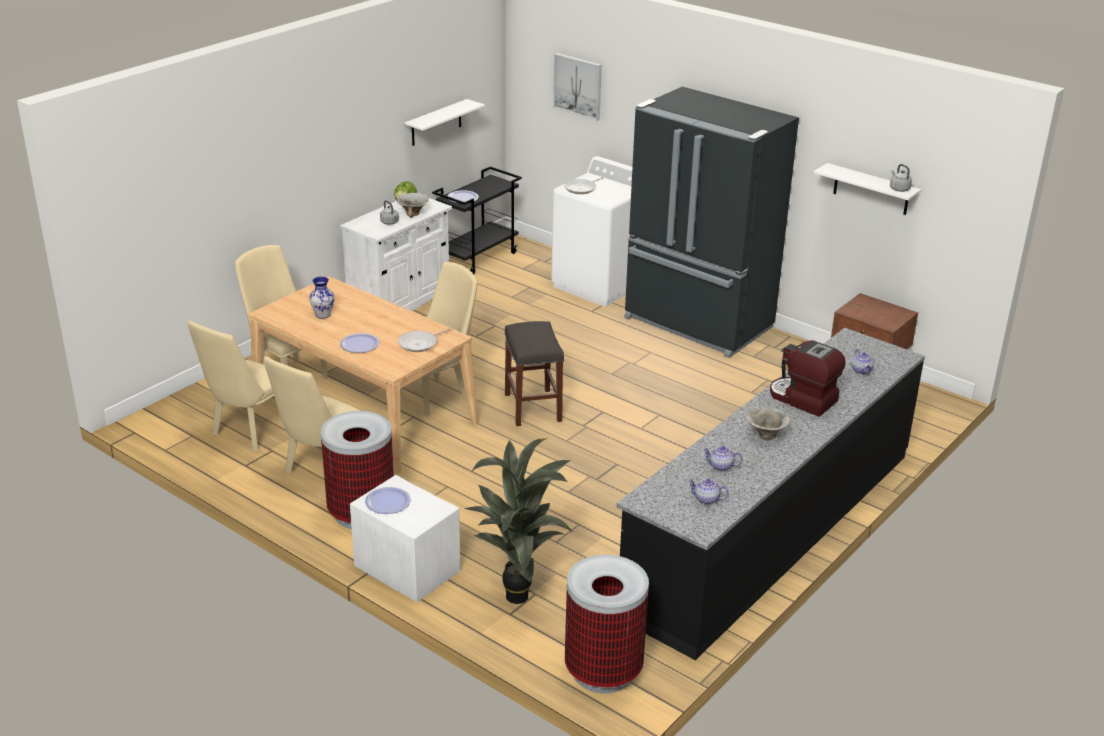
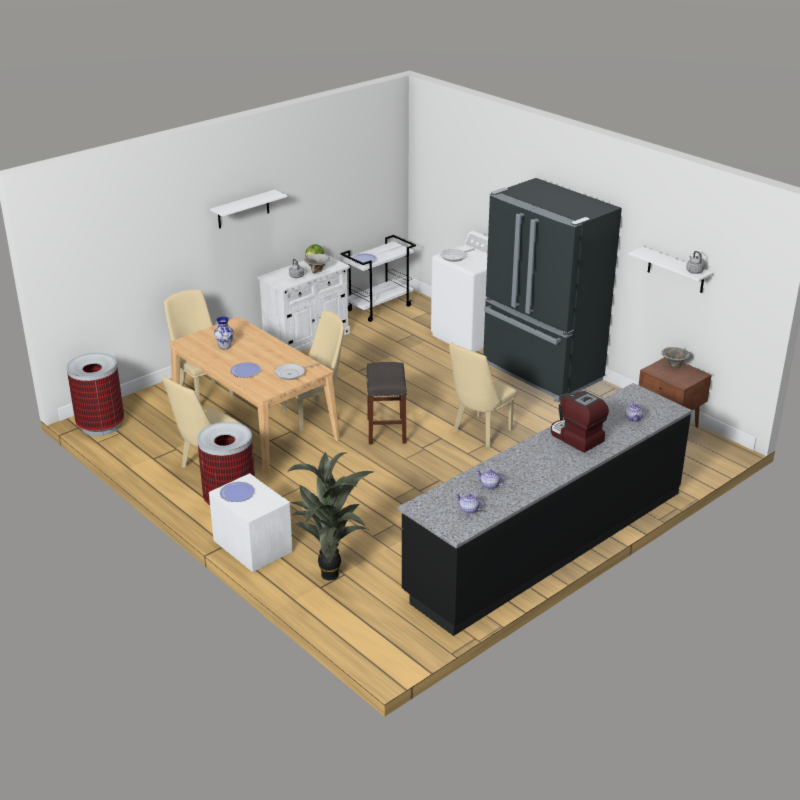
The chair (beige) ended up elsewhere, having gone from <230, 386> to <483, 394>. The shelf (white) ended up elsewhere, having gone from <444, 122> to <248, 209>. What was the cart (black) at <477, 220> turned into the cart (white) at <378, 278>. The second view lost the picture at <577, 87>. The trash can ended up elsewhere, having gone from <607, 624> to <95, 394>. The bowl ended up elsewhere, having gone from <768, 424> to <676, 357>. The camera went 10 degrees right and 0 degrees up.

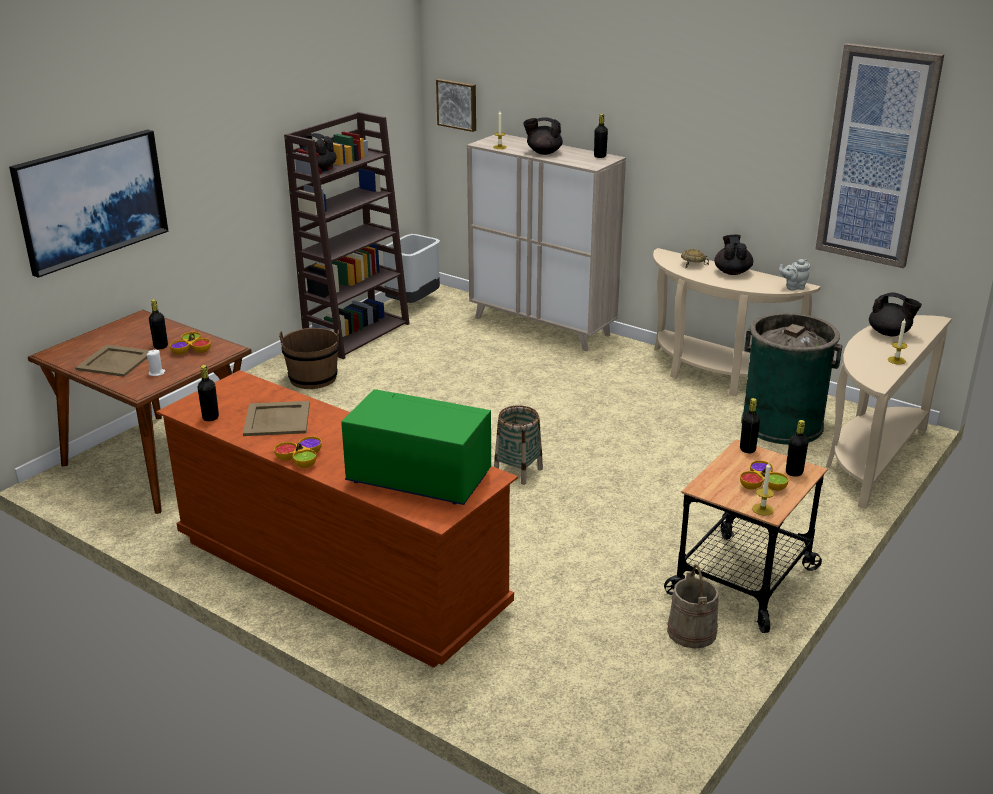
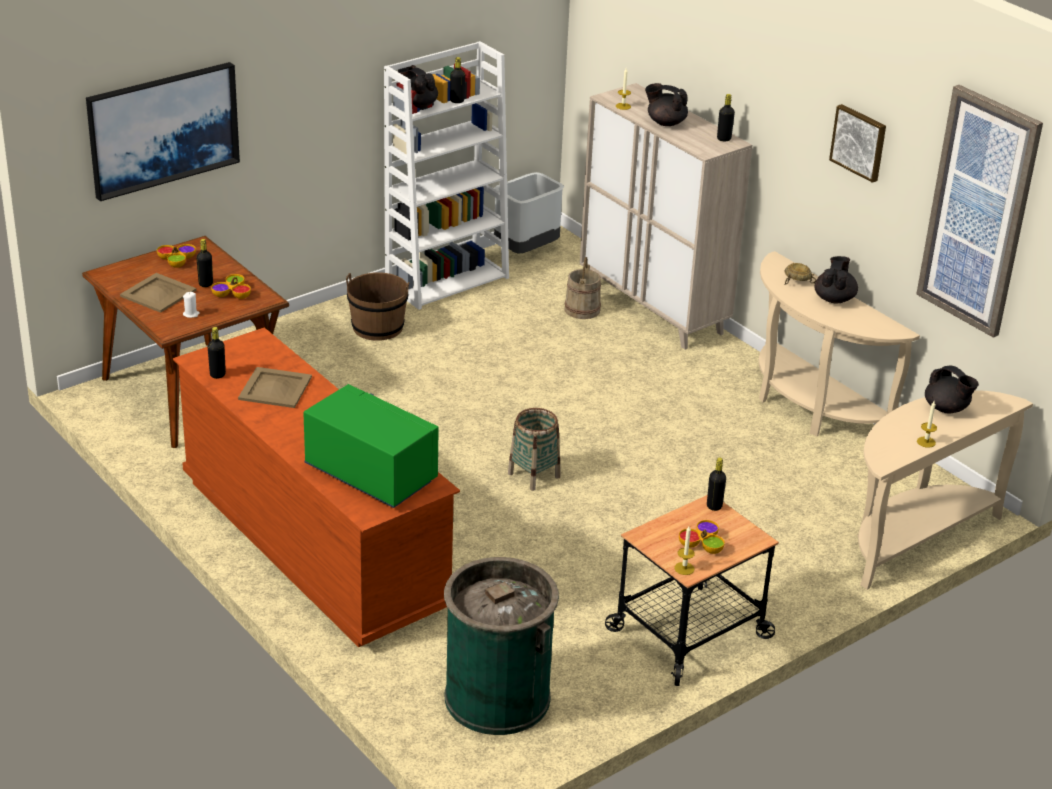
The bowl ended up elsewhere, having gone from <298, 452> to <176, 255>. What was the bookcase (brown) at <347, 235> turned into the bookcase (white) at <446, 175>. The picture ended up elsewhere, having gone from <456, 105> to <857, 143>. The bucket (beige) ended up elsewhere, having gone from <693, 606> to <582, 288>. The trash can (green) ended up elsewhere, having gone from <791, 379> to <501, 646>. The second view lost the teapot (grey) at <794, 275>. The bottle (black) ended up elsewhere, having gone from <797, 448> to <457, 80>. The camera went 15 degrees right and 5 degrees up.

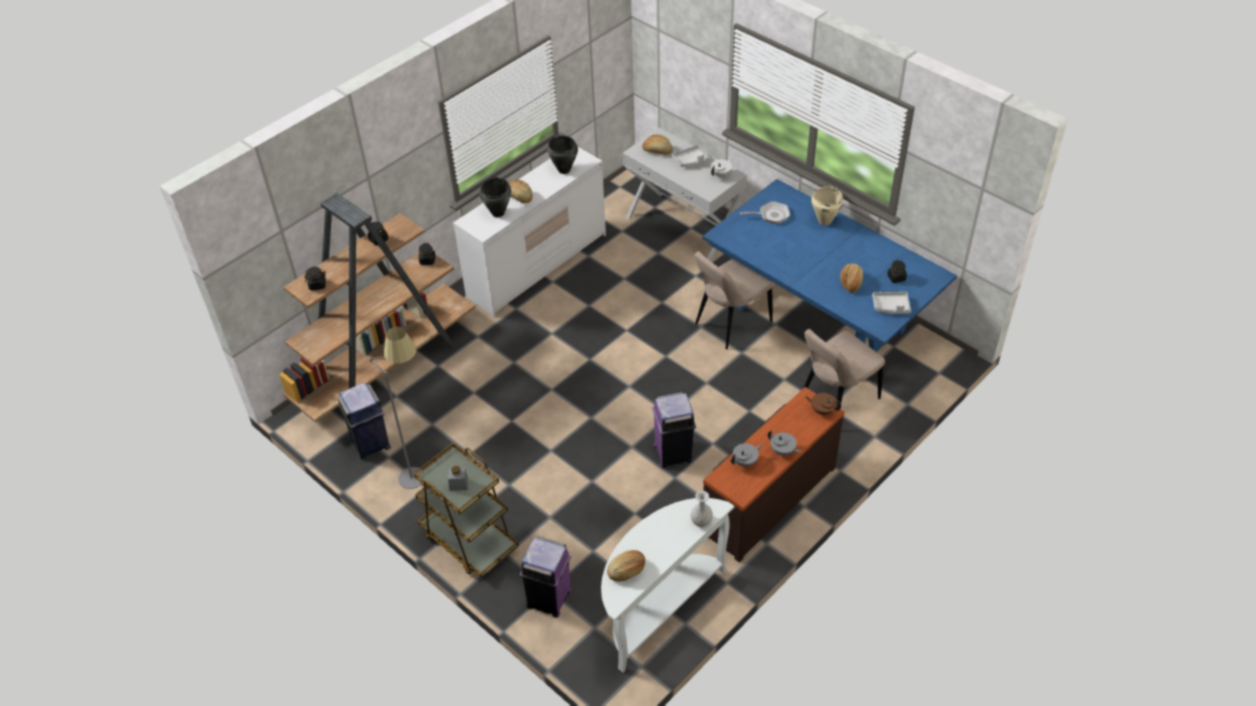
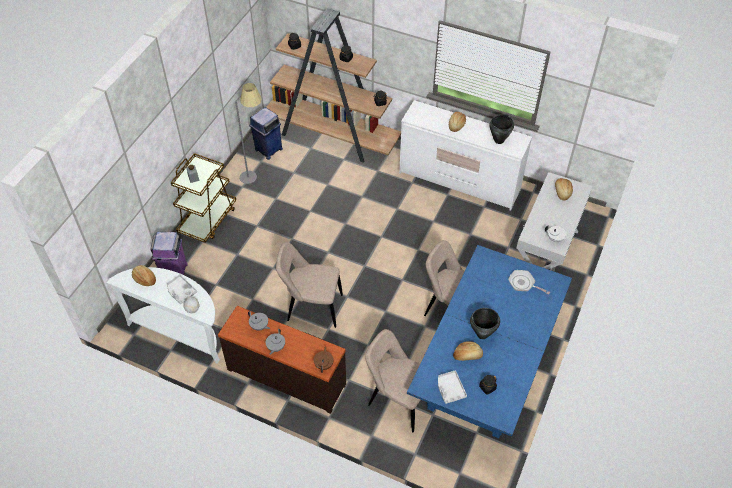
The cooking pot (black) ended up elsewhere, having gone from <495, 197> to <485, 323>. Where the trash can (purple) stood at <674, 430>, the chair (beige) came to stand at <309, 285>. The tray (grey) ended up elsewhere, having gone from <691, 156> to <181, 289>. The frying pan at <765, 212> ended up facing another way, 150 degrees clockwise from before. The second view lost the cooking pot (beige) at <827, 206>. The camera went 70 degrees right and 5 degrees up.

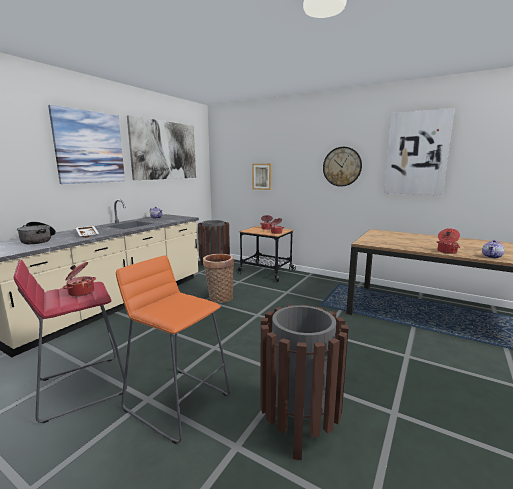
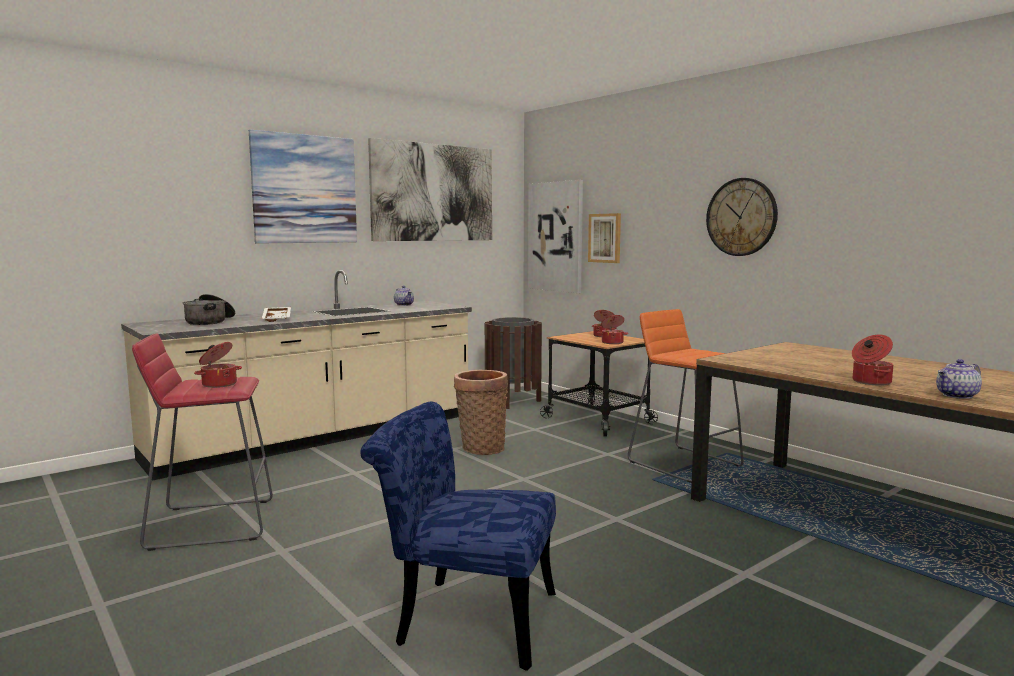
The stool (orange) ended up elsewhere, having gone from <173, 349> to <686, 396>. Where the trash can (brown) stood at <304, 382>, the chair (blue) came to stand at <458, 536>. The picture ended up elsewhere, having gone from <419, 151> to <555, 236>. The camera went 20 degrees right and 5 degrees down.

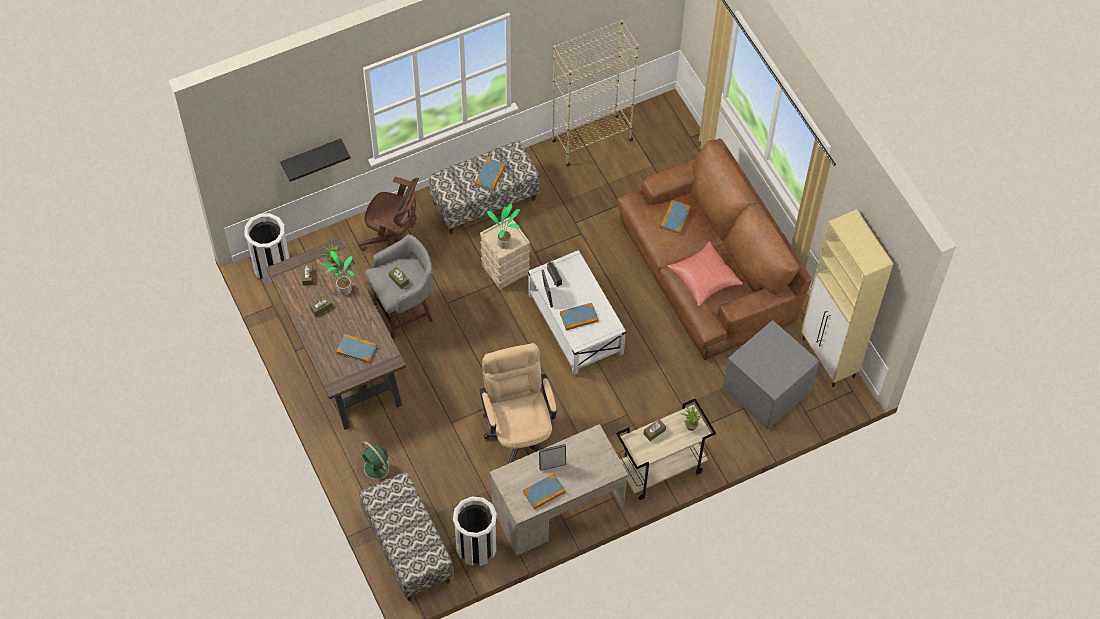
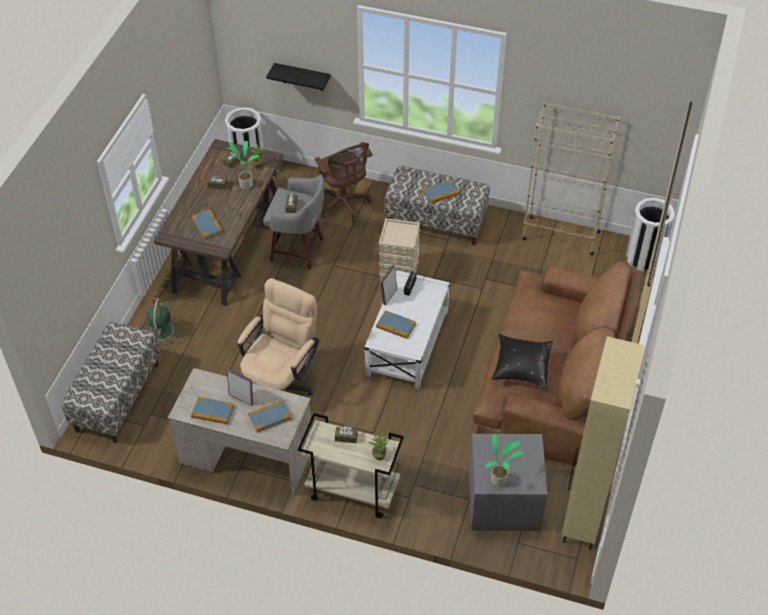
The trash can (white) ended up elsewhere, having gone from <475, 531> to <650, 234>. The potted plant ended up elsewhere, having gone from <503, 226> to <504, 460>. The book ended up elsewhere, having gone from <675, 217> to <270, 416>. What was the pillow (red) at <705, 273> turned into the pillow (black) at <522, 362>. The camera went 45 degrees right and 10 degrees down.

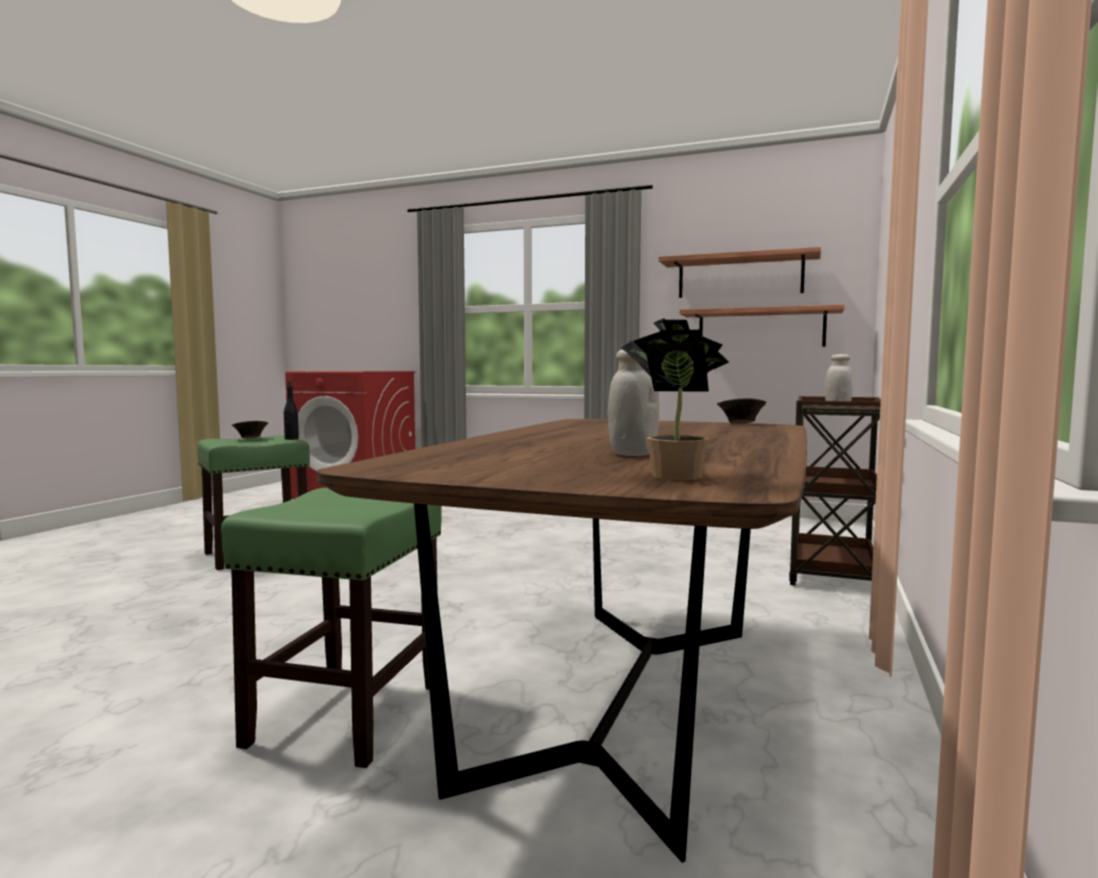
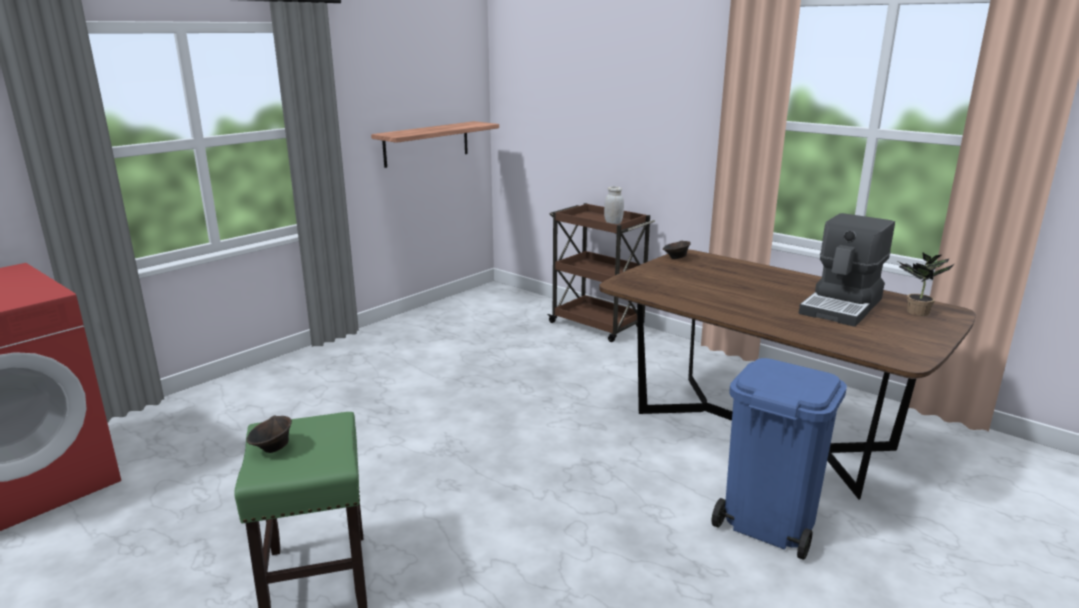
Where the stool (green) stood at <331, 627>, the trash can (blue) came to stand at <779, 459>. The second view lost the bottle (black) at <291, 410>. Where the jar (white) stood at <633, 403>, the coffee machine came to stand at <847, 270>. The second view lost the shelf at <740, 272>. The camera went 70 degrees left and 15 degrees up.

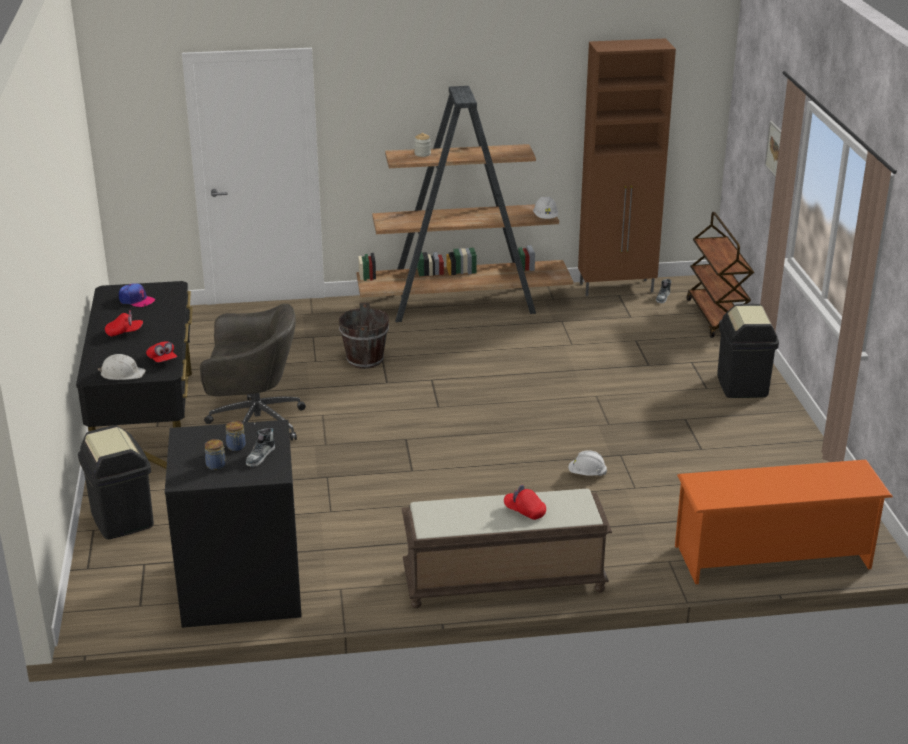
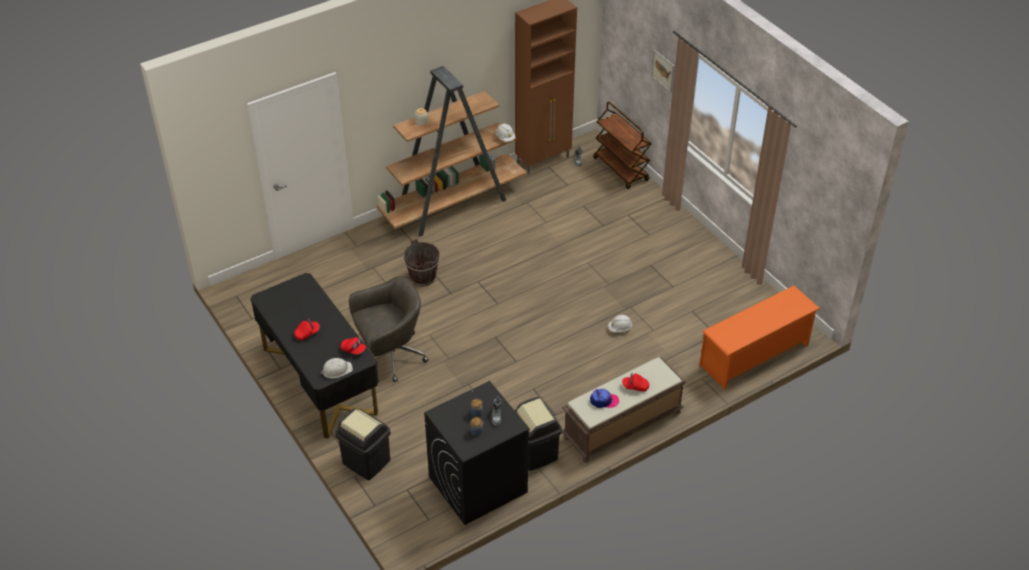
The cap ended up elsewhere, having gone from <137, 295> to <604, 398>. The trash can (black) ended up elsewhere, having gone from <748, 351> to <538, 434>. The camera went 25 degrees left and 15 degrees up.

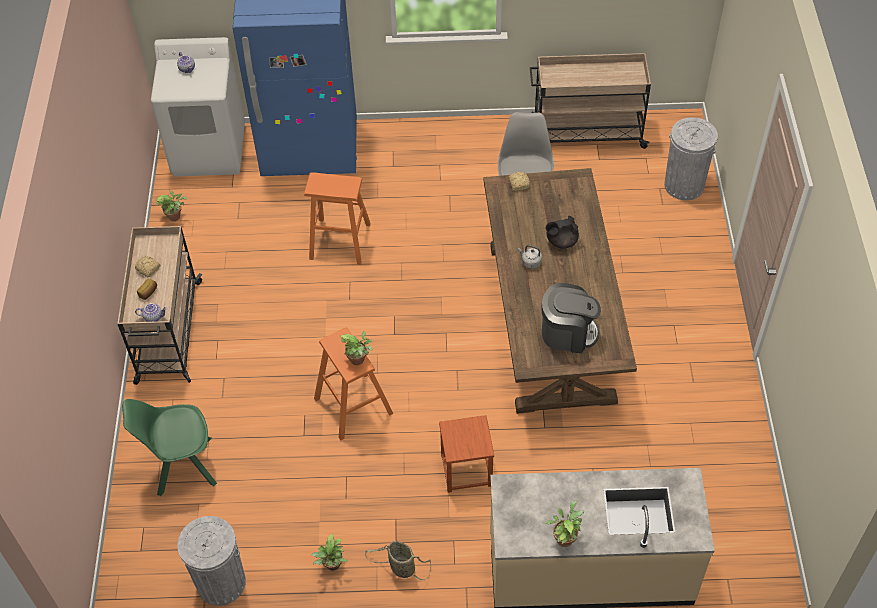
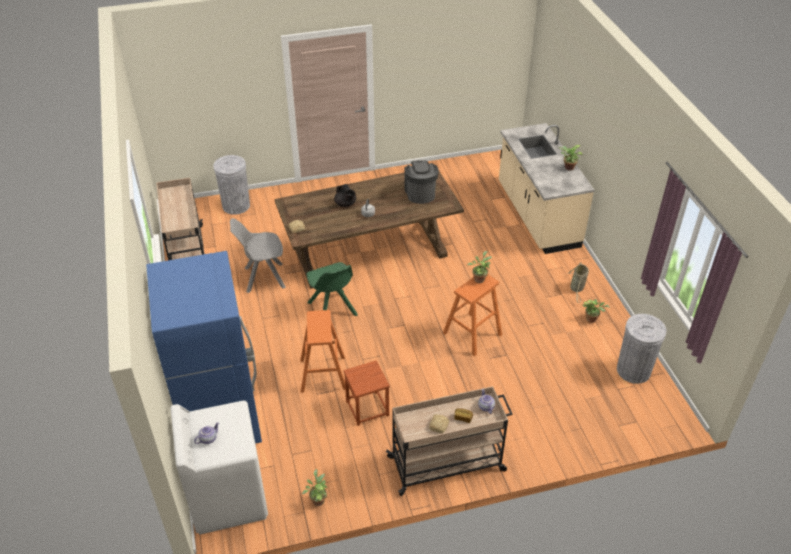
The chair (green) ended up elsewhere, having gone from <169, 447> to <332, 289>. The stool (brown) ended up elsewhere, having gone from <466, 454> to <366, 393>. The camera went 105 degrees left and 10 degrees down.

